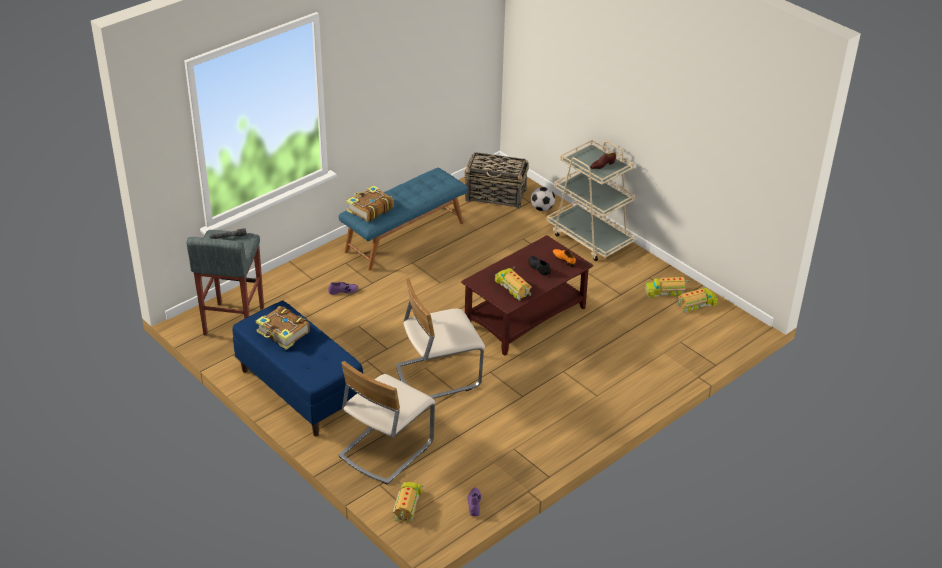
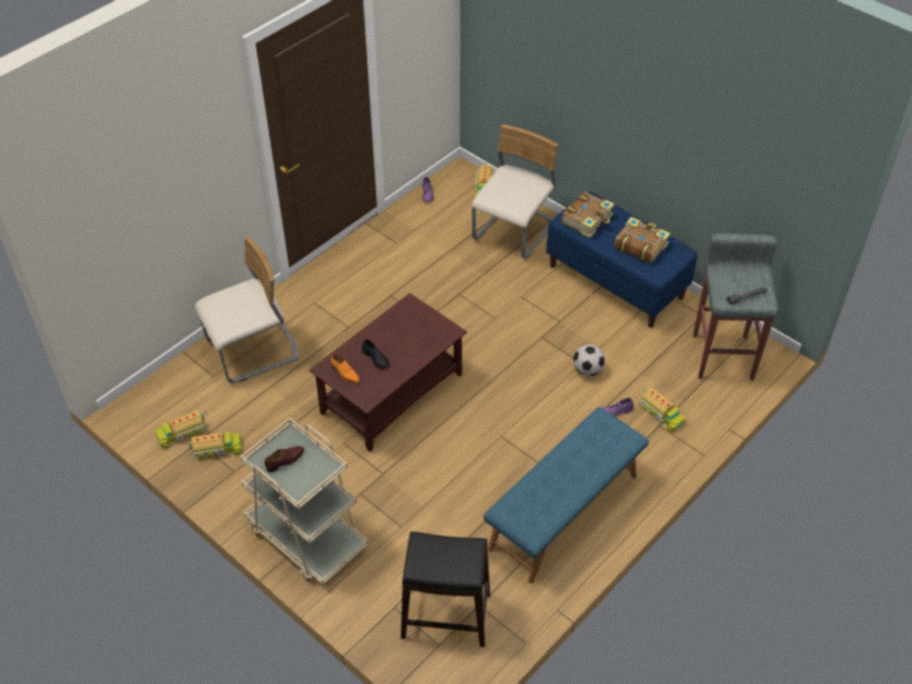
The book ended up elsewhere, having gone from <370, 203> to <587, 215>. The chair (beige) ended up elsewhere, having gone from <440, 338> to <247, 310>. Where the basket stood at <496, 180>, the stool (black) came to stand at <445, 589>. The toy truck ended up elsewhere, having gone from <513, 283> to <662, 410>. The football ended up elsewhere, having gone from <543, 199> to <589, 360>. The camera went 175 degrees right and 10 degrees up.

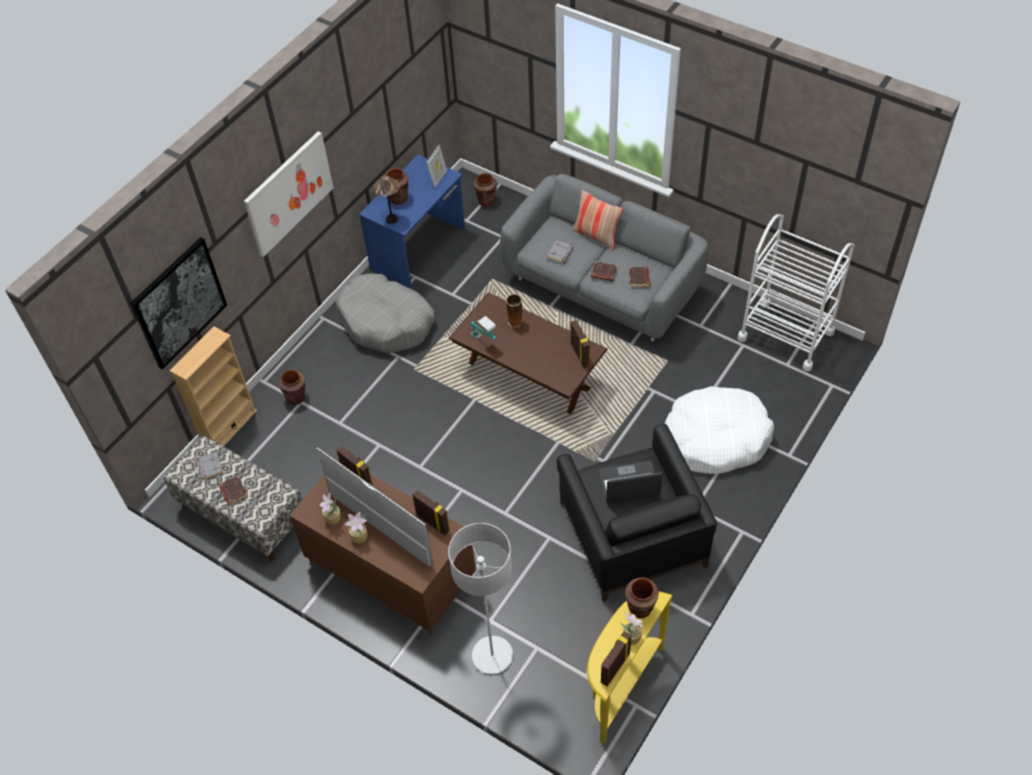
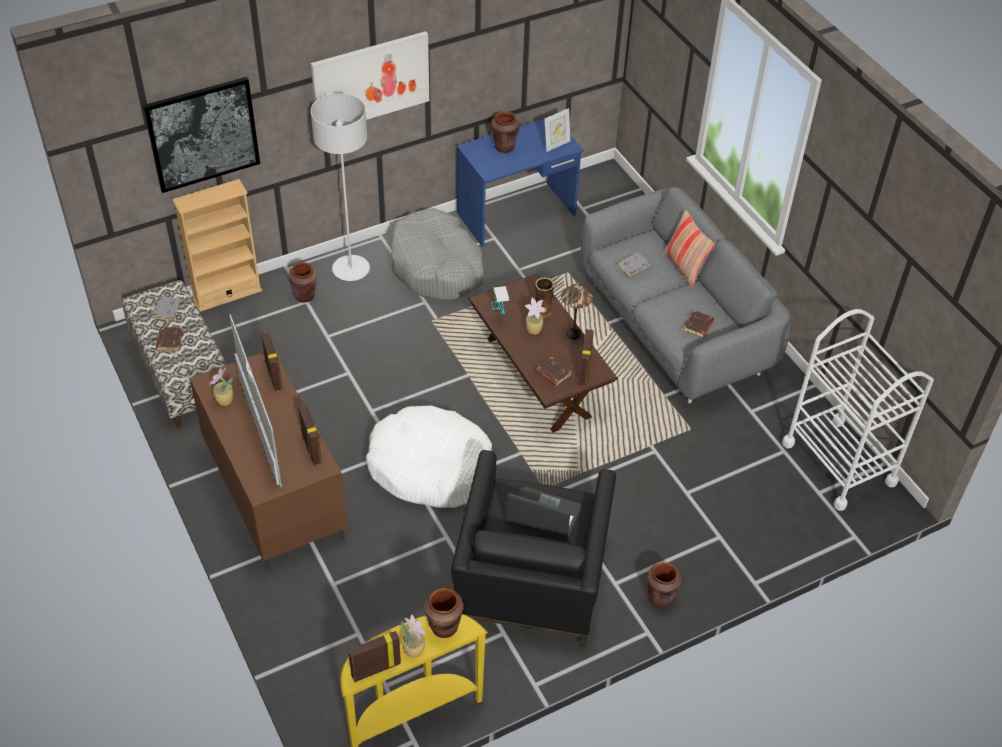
The potted plant ended up elsewhere, having gone from <356, 528> to <536, 316>. The table lamp ended up elsewhere, having gone from <386, 199> to <577, 311>. The floor lamp (grey) ended up elsewhere, having gone from <480, 598> to <340, 187>. The vase (brown) ended up elsewhere, having gone from <485, 190> to <664, 584>. The book (brown) ended up elsewhere, having gone from <604, 271> to <554, 371>. The dog bed (white) ended up elsewhere, having gone from <719, 430> to <429, 456>. The camera went 25 degrees right and 5 degrees down.

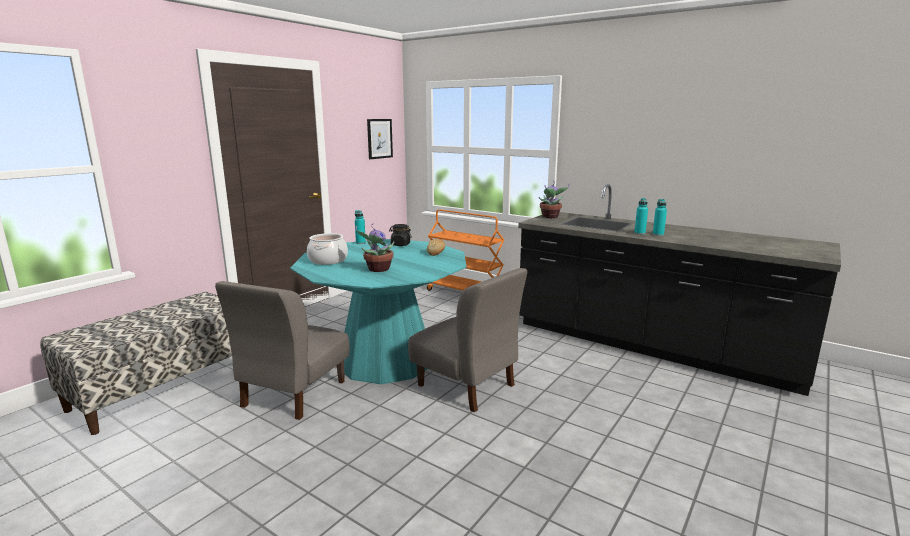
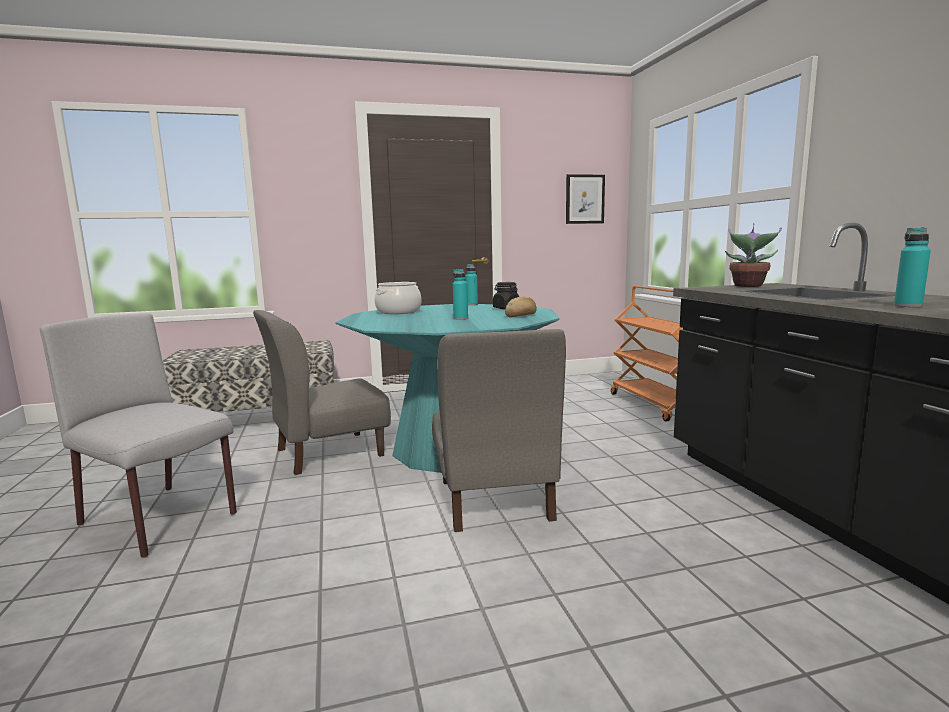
The second view lost the potted plant at <374, 248>. The bottle (turquoise) ended up elsewhere, having gone from <641, 216> to <460, 294>. The second view gained the chair (grey) at <138, 435>. The camera went 40 degrees right and 5 degrees down.

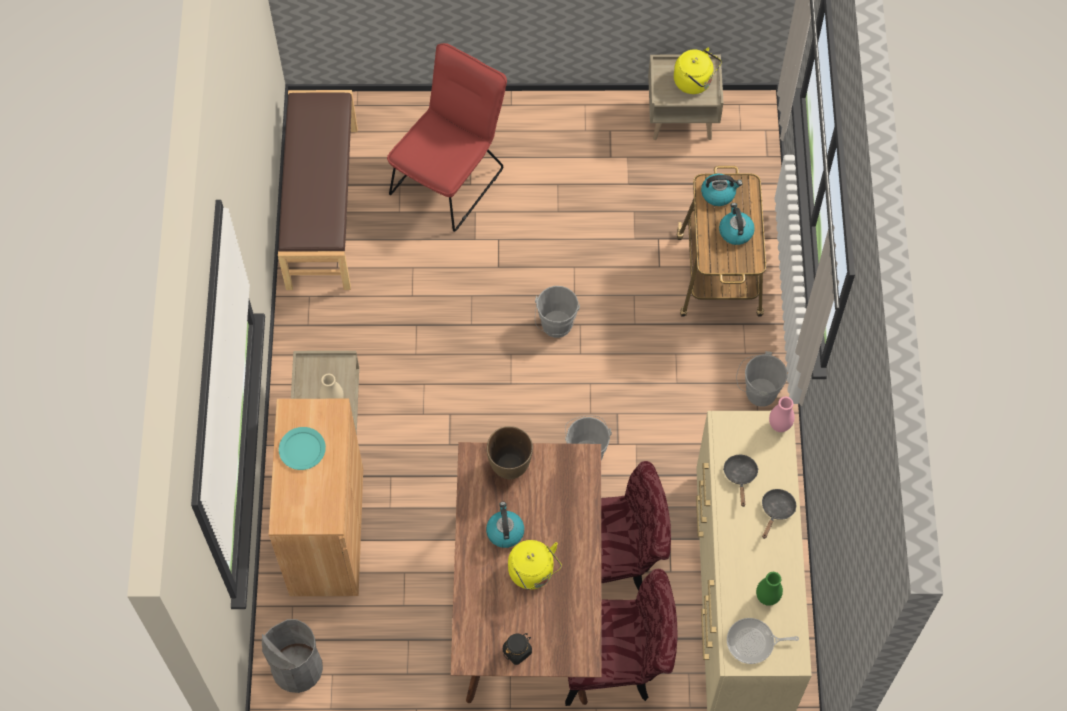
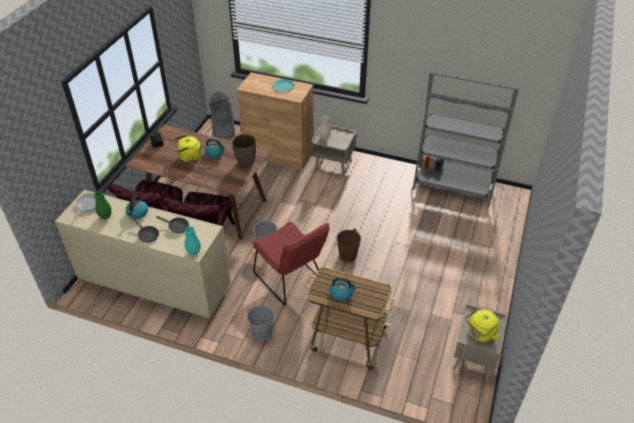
Where the bench (brown) stood at <318, 190>, the bookcase (grey) came to stand at <466, 140>. The chair (red) ended up elsewhere, having gone from <447, 137> to <291, 263>. What was the bucket (grey) at <557, 312> turned into the bucket (brown) at <346, 245>. The kettle ended up elsewhere, having gone from <722, 190> to <137, 207>. What was the vase (pink) at <782, 414> turned into the vase (turquoise) at <193, 240>. The camera went 110 degrees right and 20 degrees down.

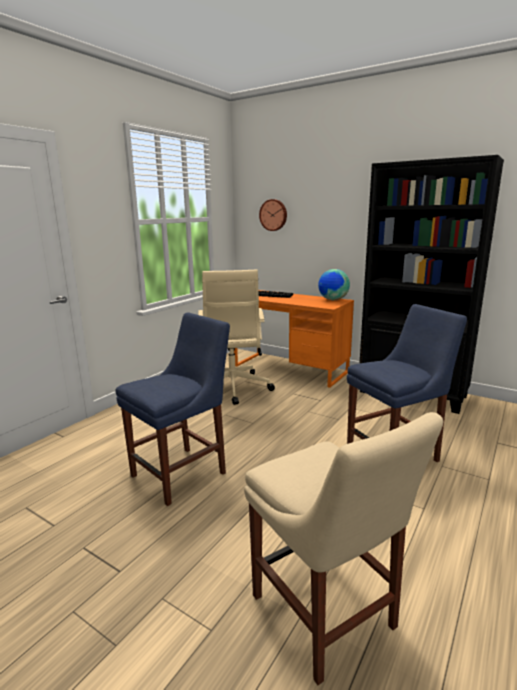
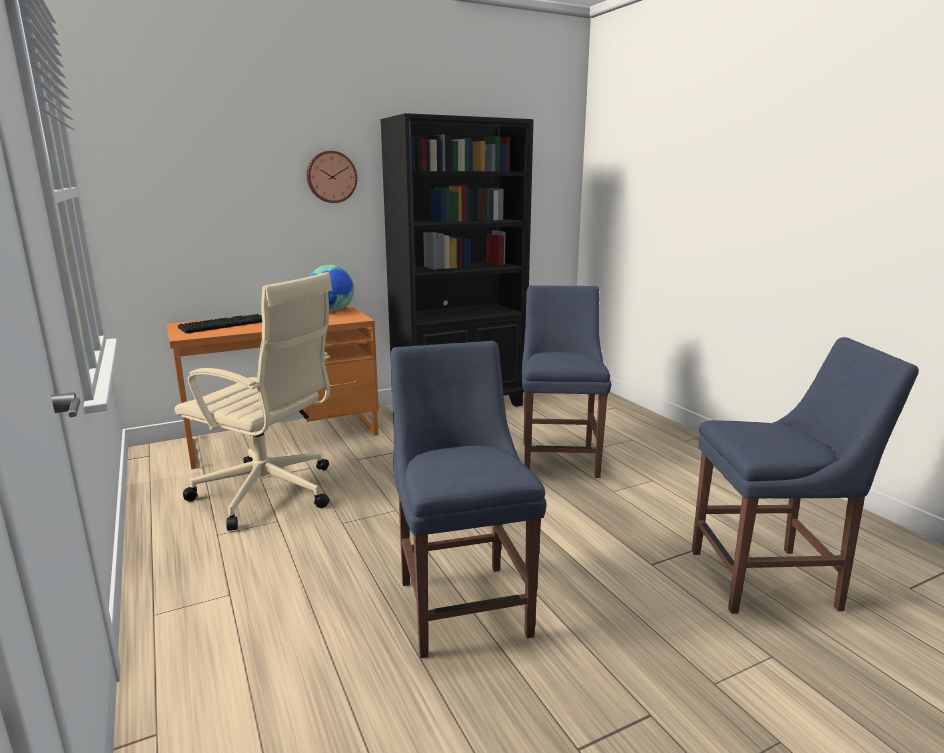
What was the chair (beige) at <343, 548> turned into the chair (blue) at <805, 475>. The wall clock ended up elsewhere, having gone from <273, 215> to <332, 177>. The camera went 60 degrees left and 0 degrees up.

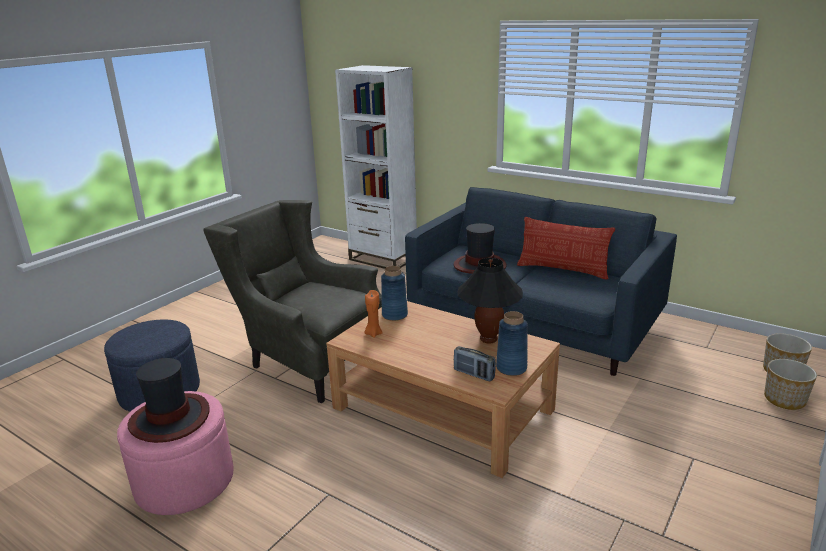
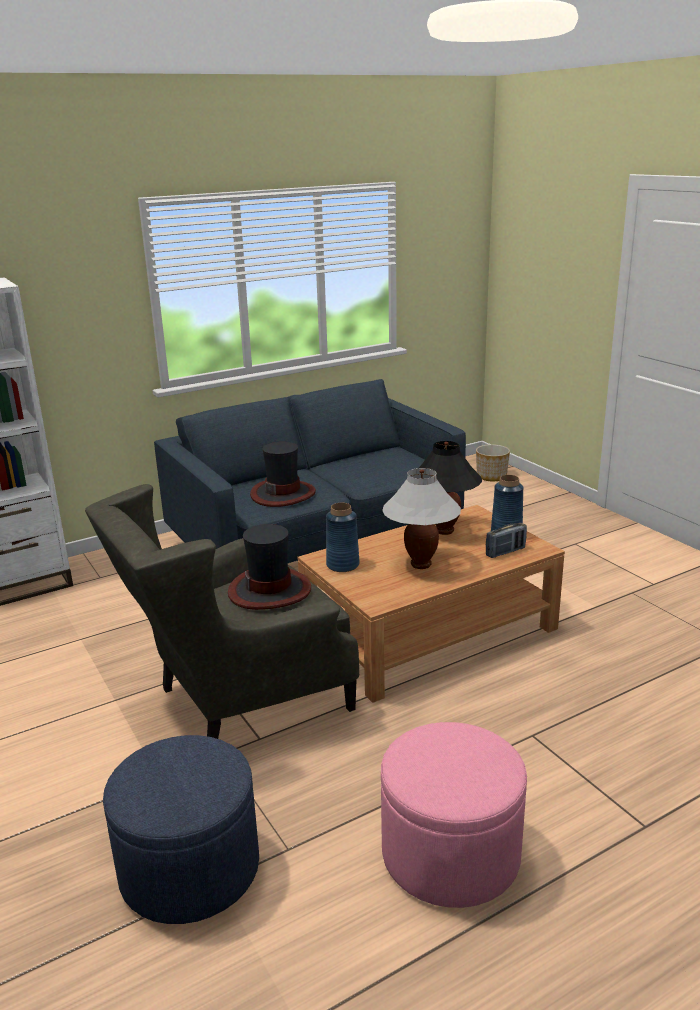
The hat ended up elsewhere, having gone from <168, 400> to <269, 567>. The second view lost the candle (orange) at <374, 314>. The second view lost the pillow at <566, 248>. The second view lost the planter at <790, 384>. The second view gained the table lamp (white) at <421, 518>. The camera went 65 degrees left and 0 degrees up.

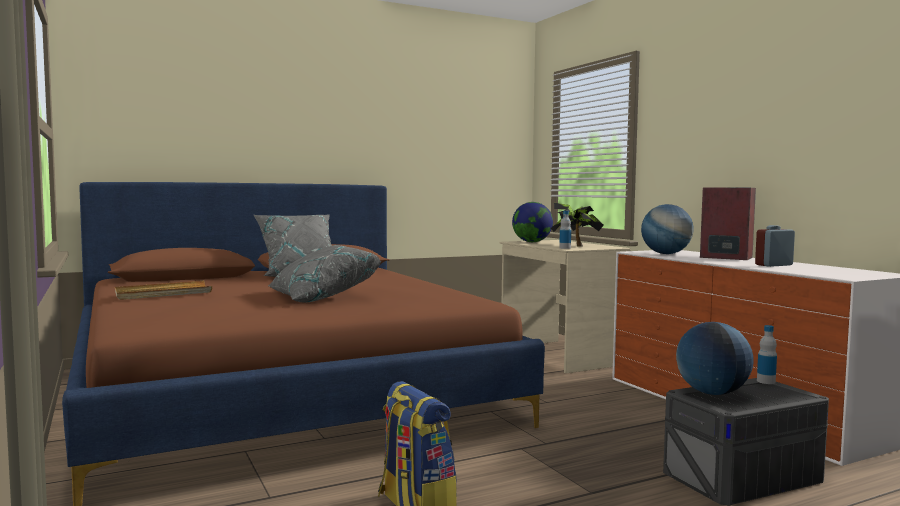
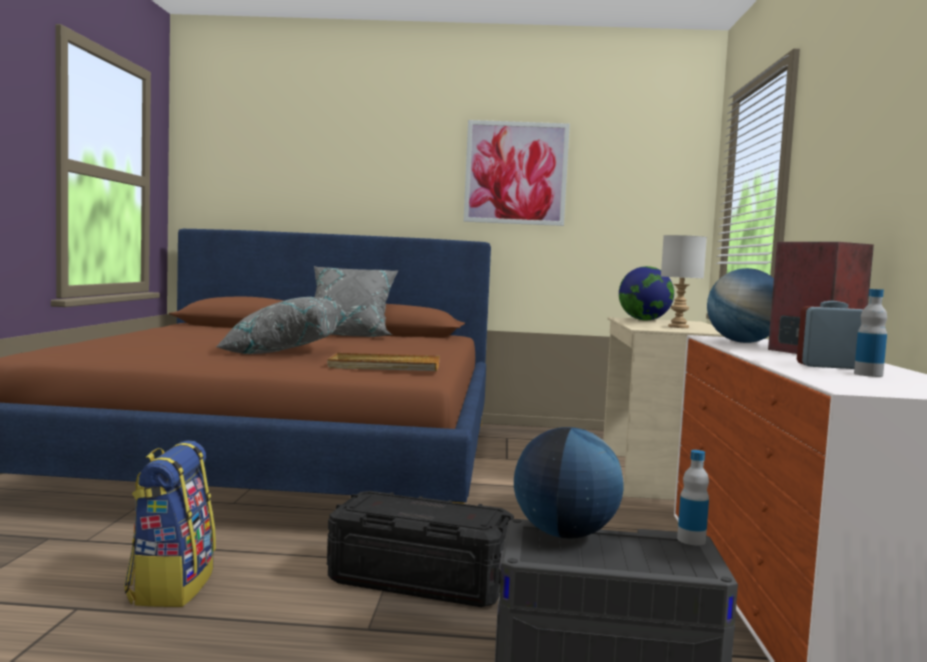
The tray (beige) ended up elsewhere, having gone from <163, 290> to <383, 362>. Where the potted plant stood at <577, 225>, the table lamp (grey) came to stand at <684, 281>. The bottle ended up elsewhere, having gone from <565, 230> to <870, 333>. The second view gained the storage box (black) at <420, 549>. The second view gained the picture at <517, 173>. The camera went 30 degrees right and 0 degrees up.

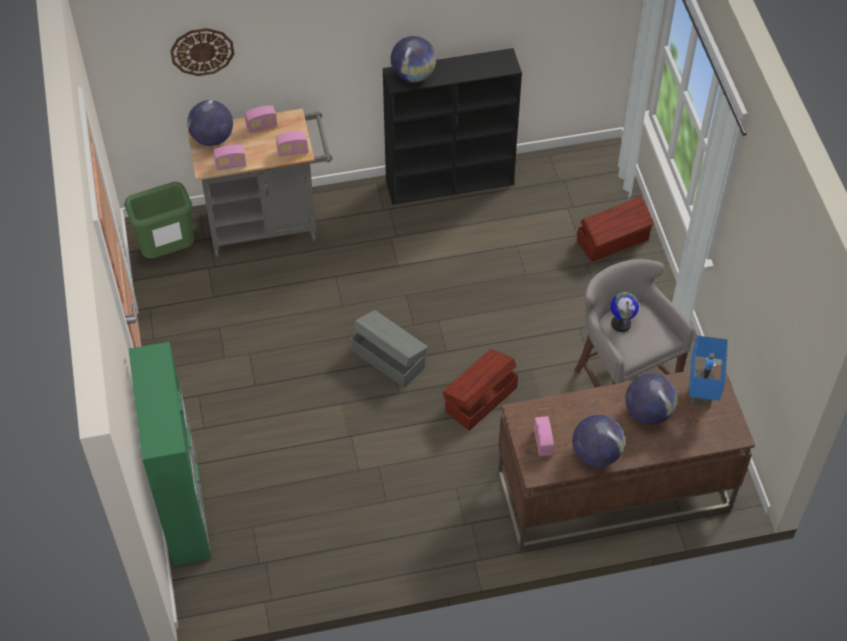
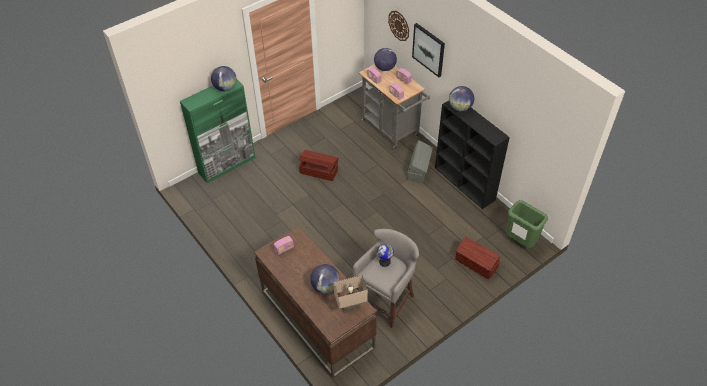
The trash can (green) ended up elsewhere, having gone from <159, 220> to <527, 224>. The storage box (grey) ended up elsewhere, having gone from <389, 349> to <420, 161>. The storage box (brown) ended up elsewhere, having gone from <480, 390> to <318, 165>. The globe ended up elsewhere, having gone from <598, 441> to <223, 78>. What was the table lamp (blue) at <708, 371> turned into the table lamp (beige) at <350, 294>. The second view gained the picture at <428, 50>. The camera went 65 degrees right and 5 degrees down.

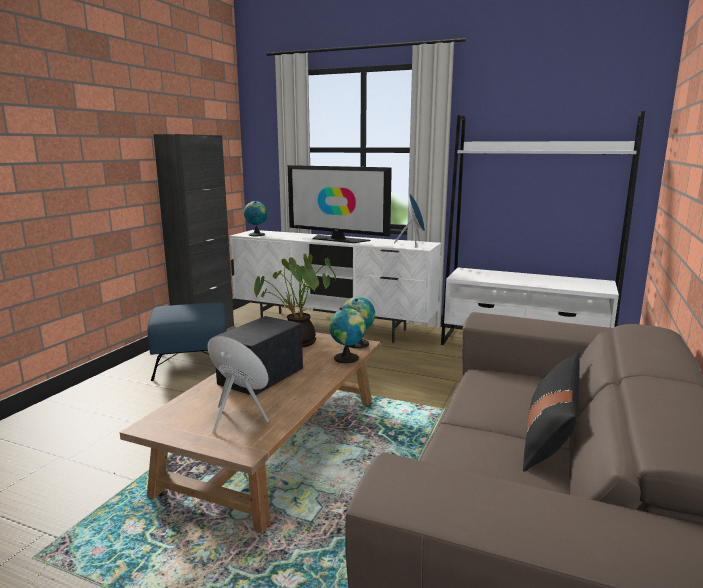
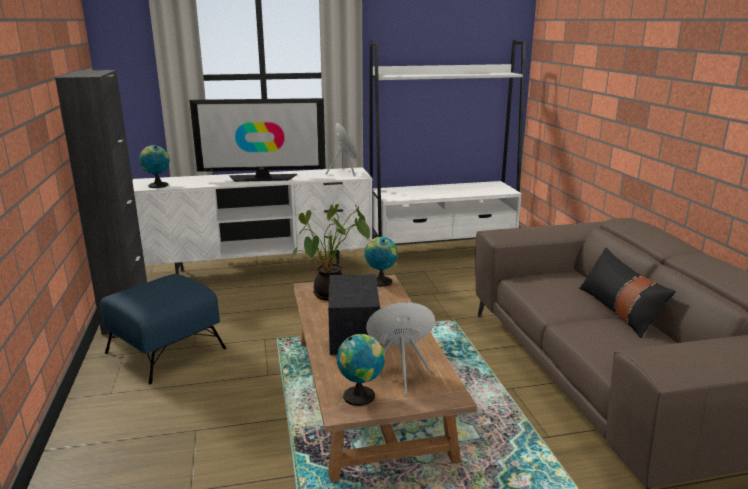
The globe ended up elsewhere, having gone from <347, 336> to <360, 370>. The camera went 35 degrees left and 5 degrees up.

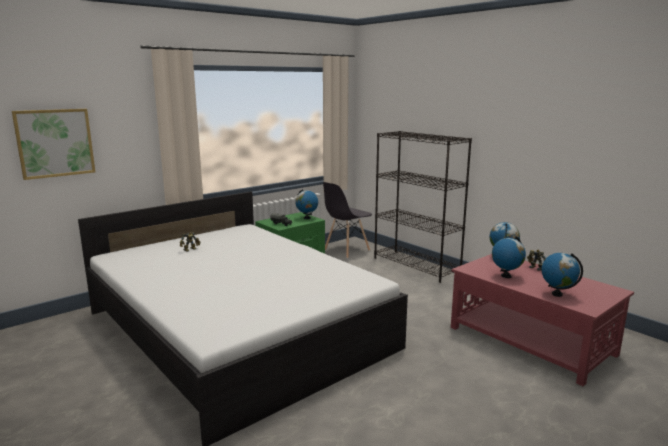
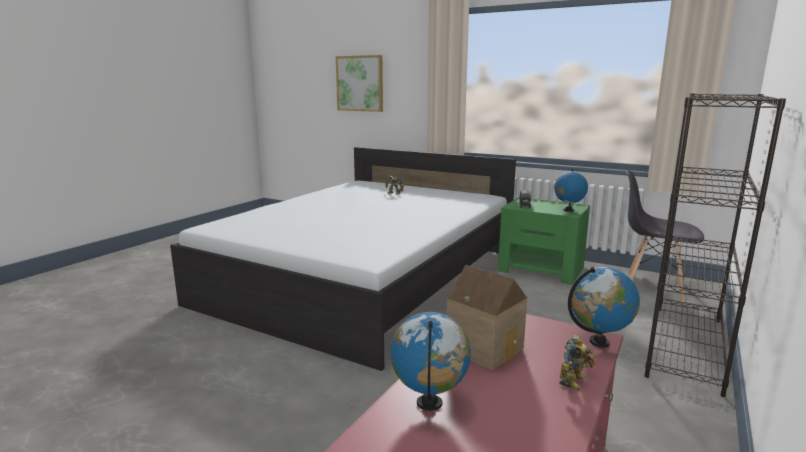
Where the globe stood at <509, 257>, the toy house came to stand at <487, 318>. The camera went 70 degrees right and 0 degrees up.

